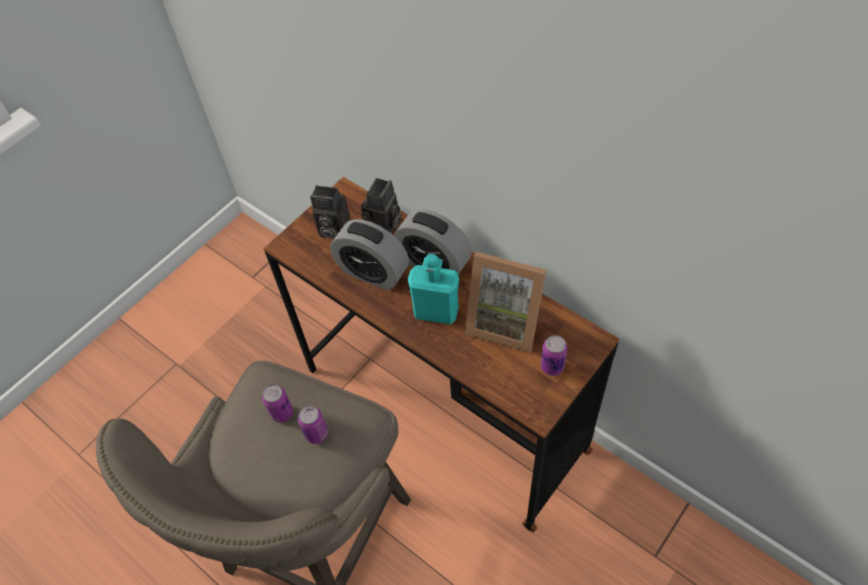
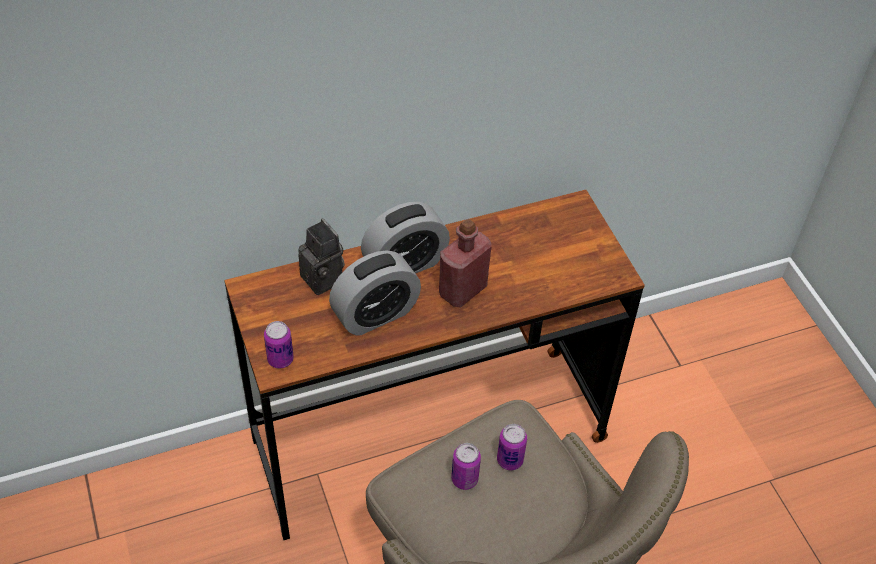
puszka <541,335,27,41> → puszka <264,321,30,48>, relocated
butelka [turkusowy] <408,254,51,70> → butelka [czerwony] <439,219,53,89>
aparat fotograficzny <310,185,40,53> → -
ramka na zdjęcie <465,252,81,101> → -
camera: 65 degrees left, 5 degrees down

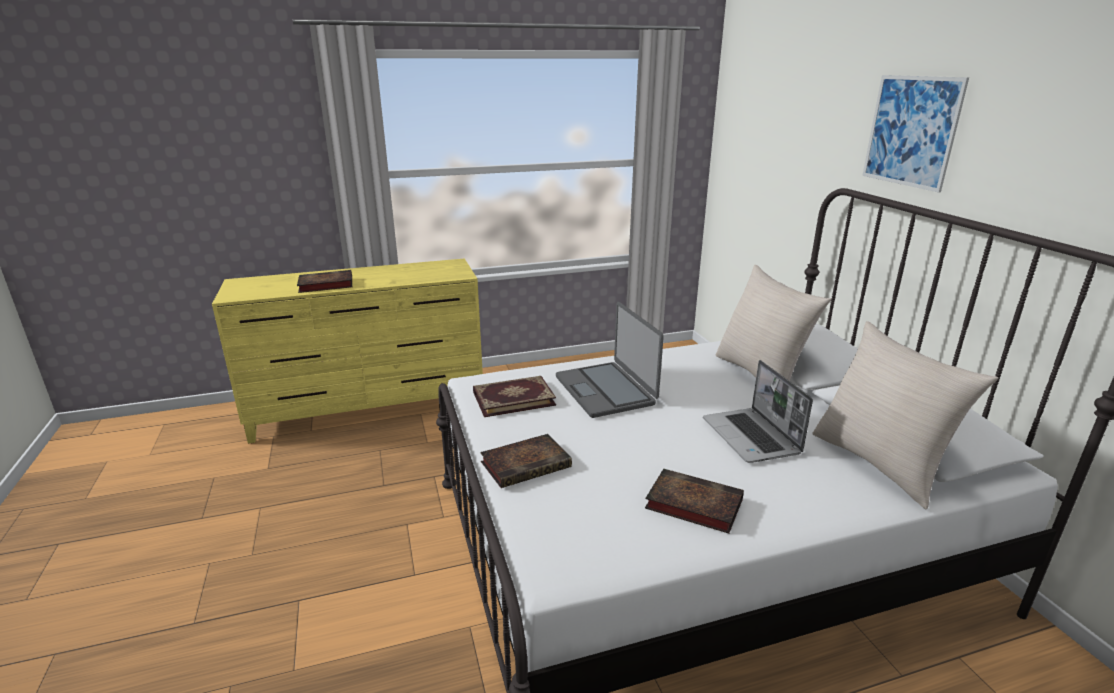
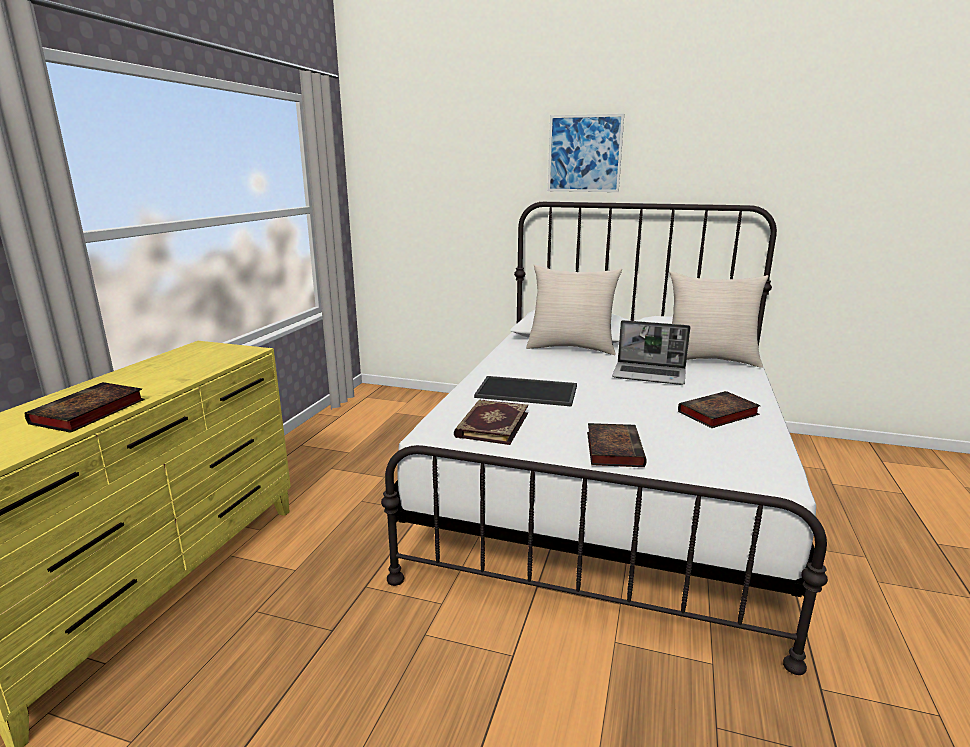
laptop <556,302,108,116> → taca <474,376,103,31>
camera: 55 degrees left, 5 degrees down

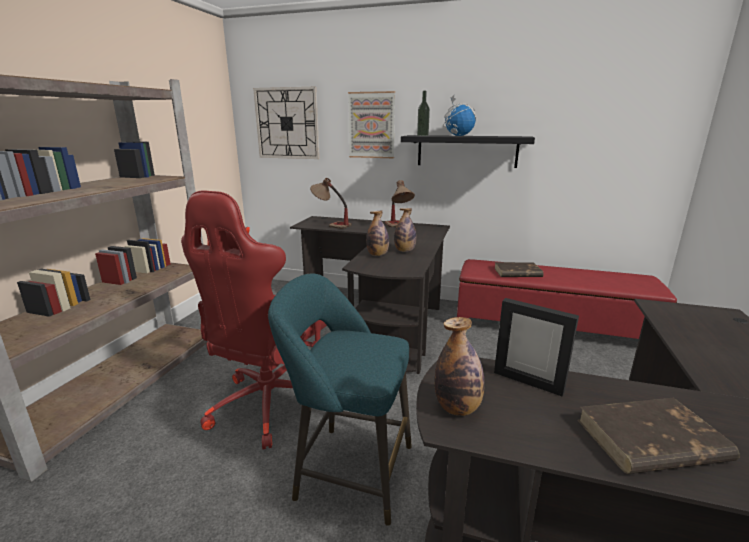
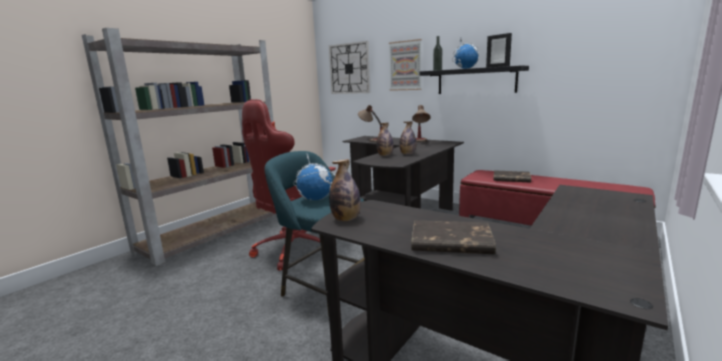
- → globus <293,153,40,48>
ramka na zdjęcie <494,298,85,99> → ramka na zdjęcie <486,33,26,35>, relocated
camera: 20 degrees right, 5 degrees down

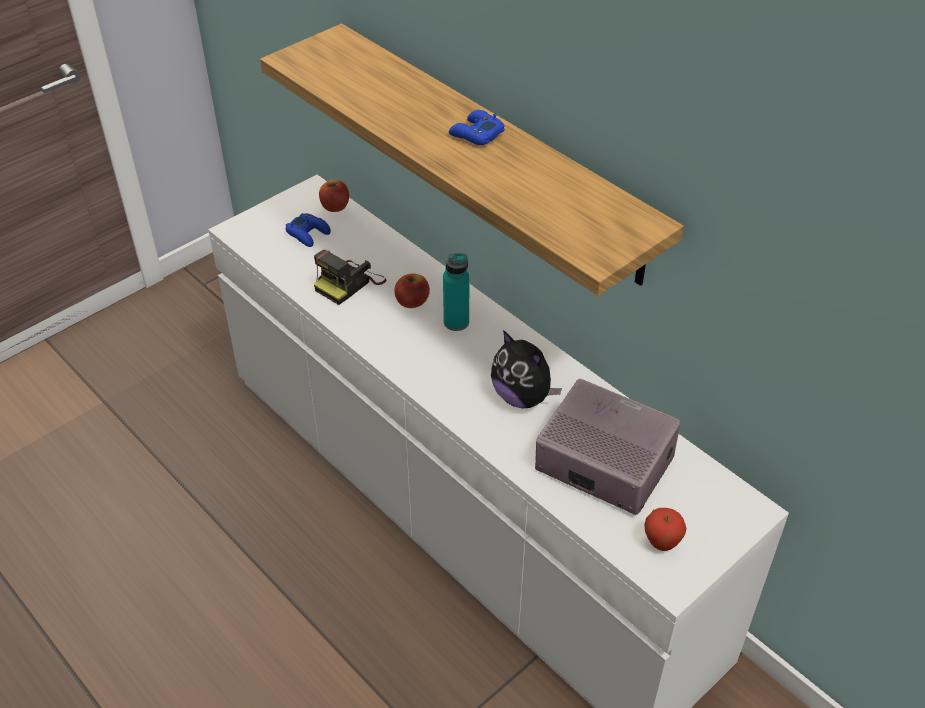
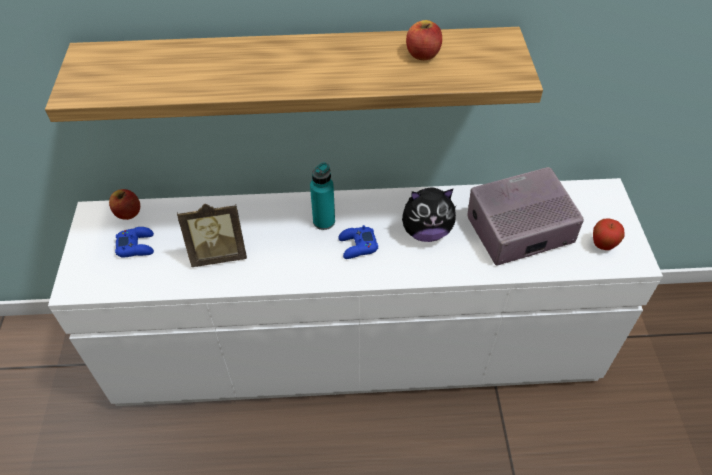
aparat fotograficzny <314,250,72,55> → ramka na zdjęcie <177,204,70,63>
pad do gier [niebieski] <449,110,56,35> → pad do gier [niebieski] <338,225,40,34>, relocated
jabłko <394,274,36,34> → jabłko <406,20,36,40>, relocated
camera: 50 degrees left, 5 degrees up

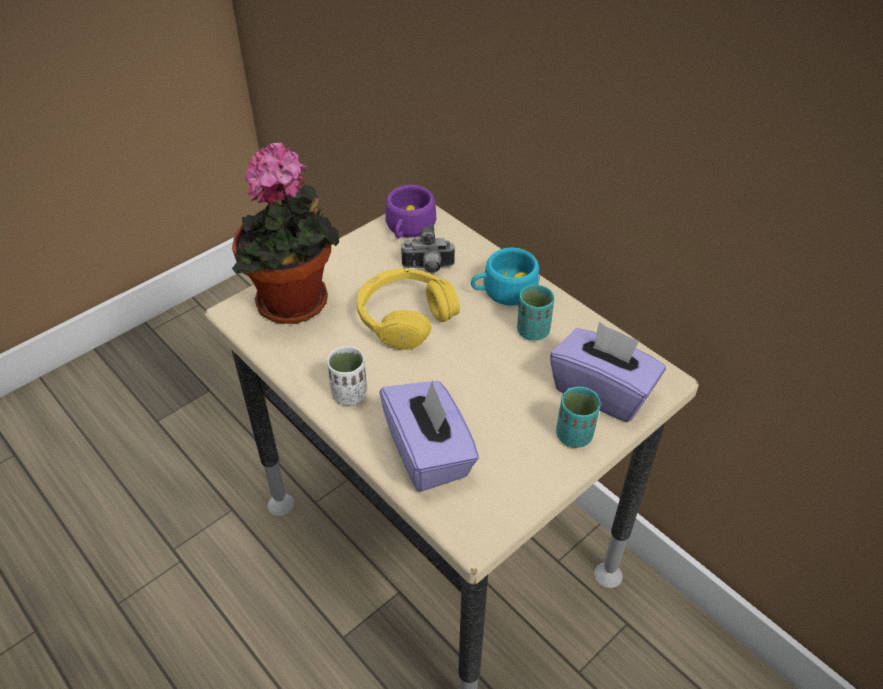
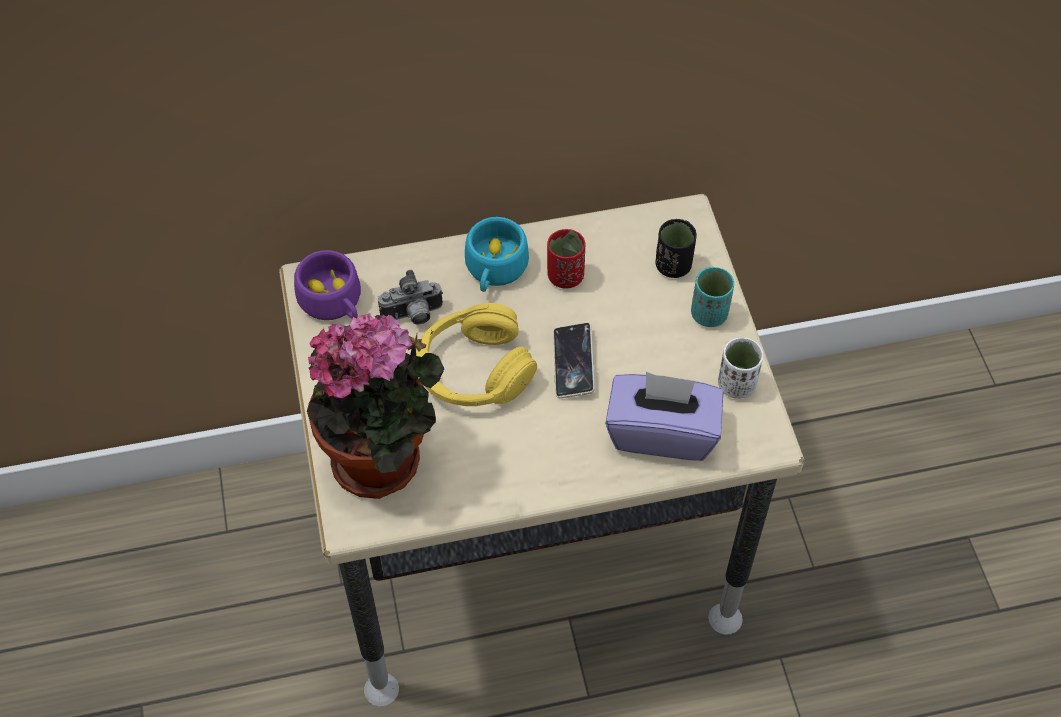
aparat fotograficzny <401,225,54,48> → aparat fotograficzny <378,270,65,55>, 45 degrees clockwise
filiżanka [turkusowy] <517,285,37,55> → filiżanka [czerwony] <547,229,38,59>
- → telefon <553,323,42,75>
pudełko chusteczek [fioletowy] <550,322,116,100> → filiżanka [czarny] <655,219,42,59>
filiżanka [biały] <327,346,40,59> → filiżanka [biały] <718,338,45,61>, relocated
camera: 60 degrees left, 10 degrees up

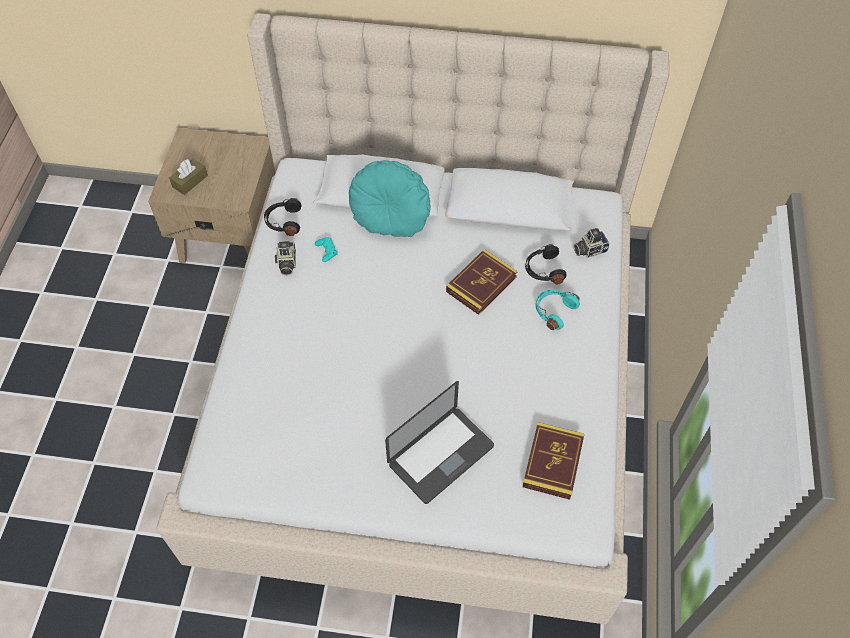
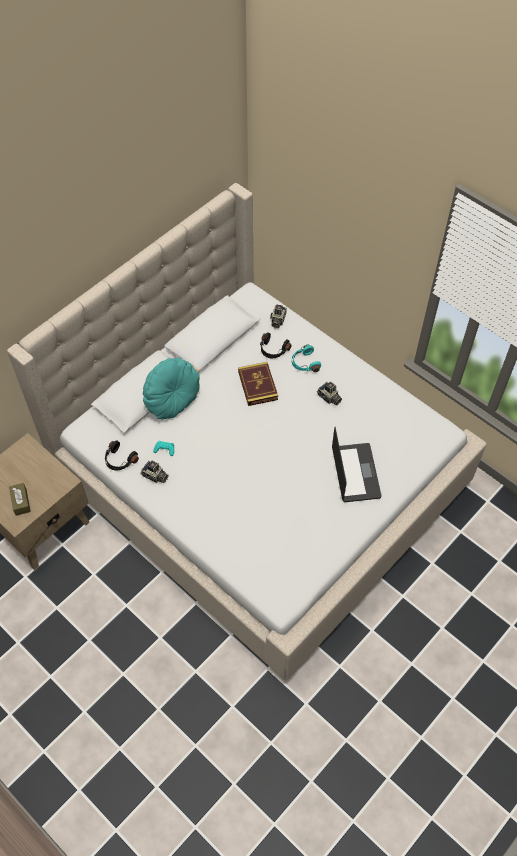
- → aparat fotograficzny <317,382,25,24>
książka <522,422,62,78> → -
camera: 55 degrees left, 0 degrees up

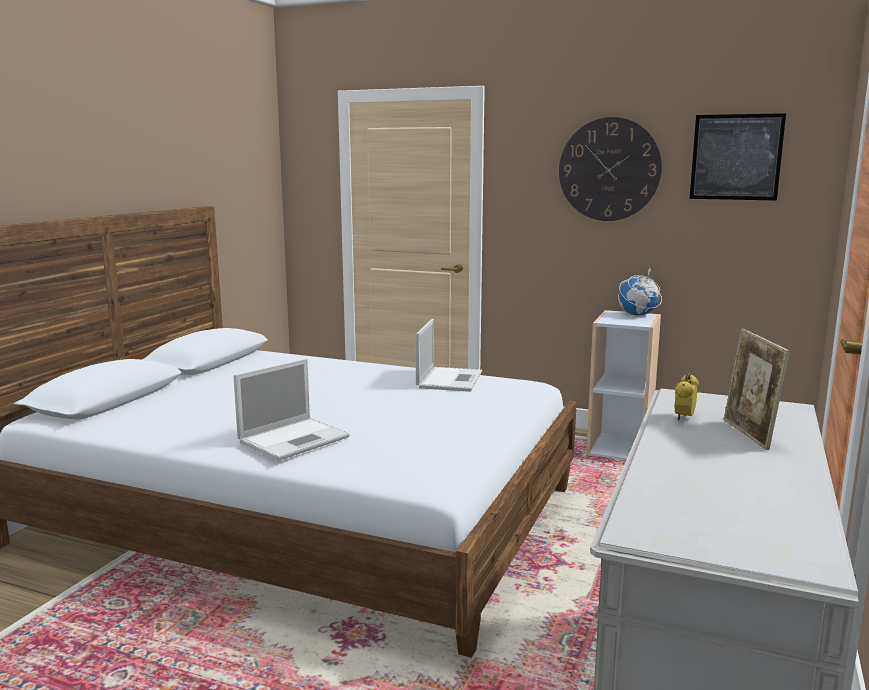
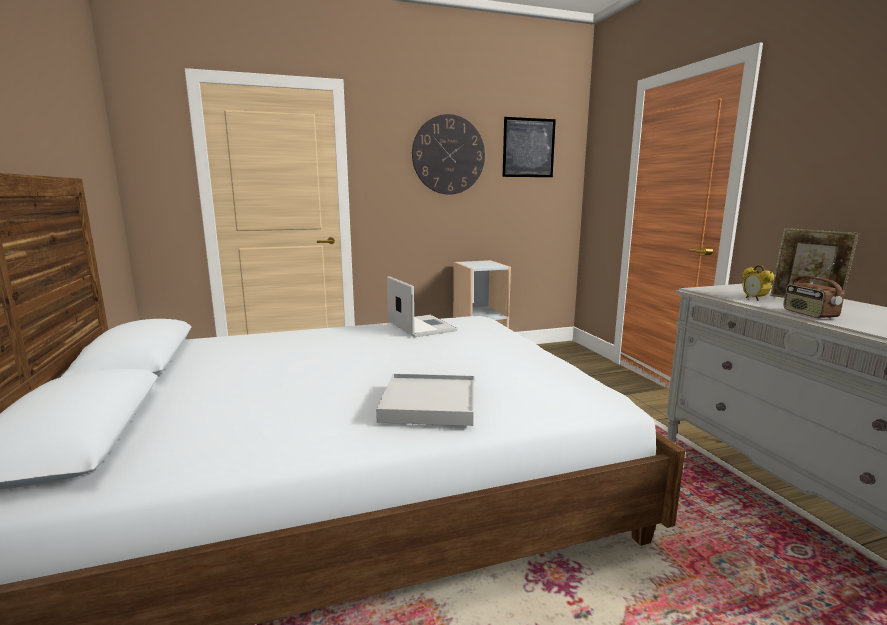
laptop <233,359,117,102> → taca [biały] <376,374,99,52>
- → radio <783,263,61,56>
globus <618,266,44,50> → -
camera: 40 degrees left, 0 degrees up

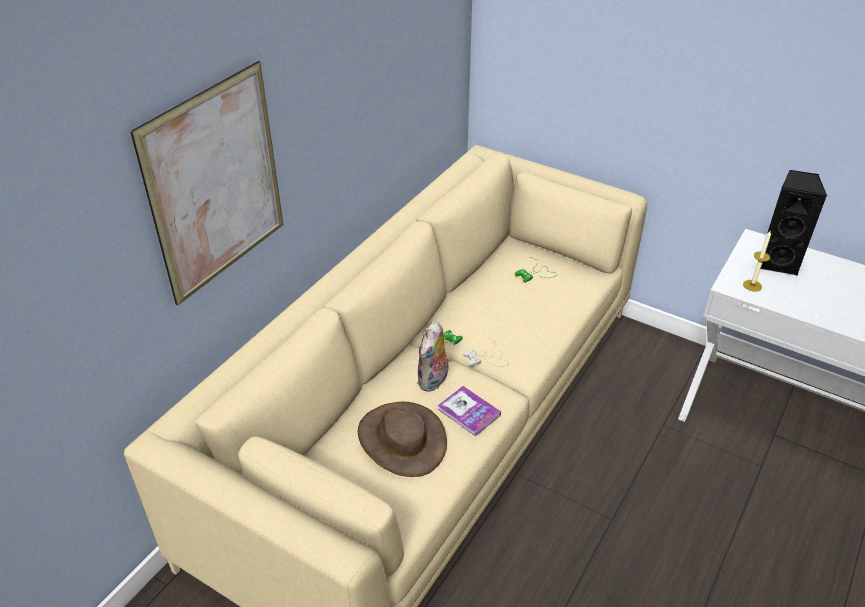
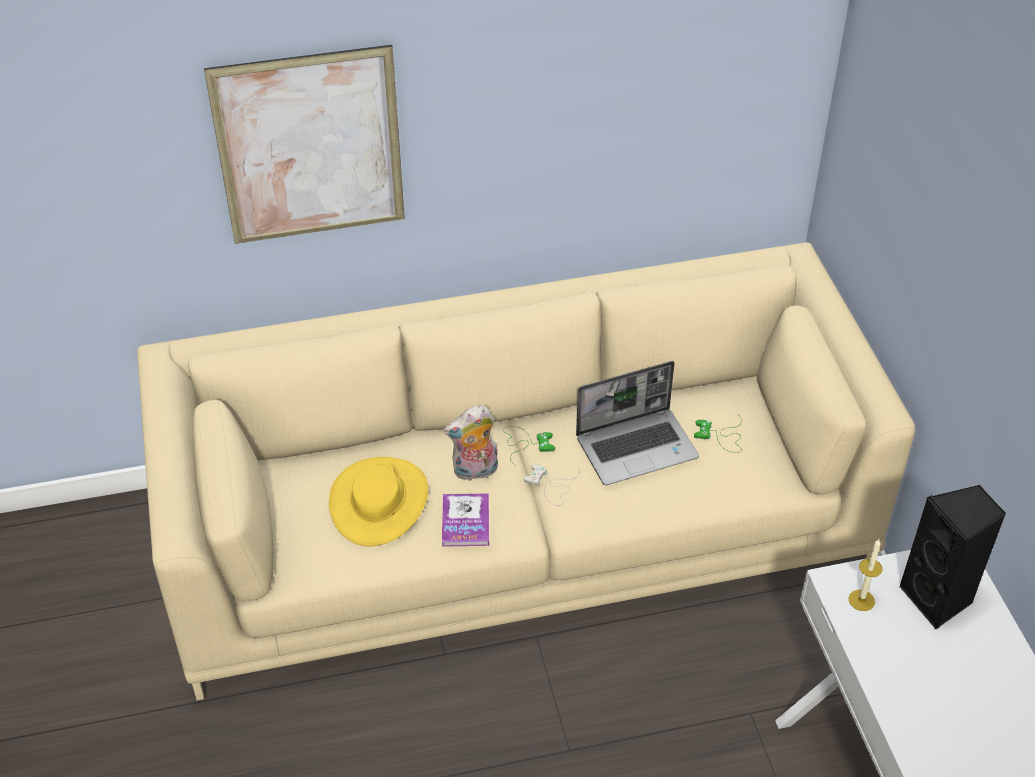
kapelusz [brązowy] <358,402,89,75> → kapelusz [żółty] <329,457,99,90>
- → laptop <576,361,123,124>
camera: 45 degrees right, 5 degrees up

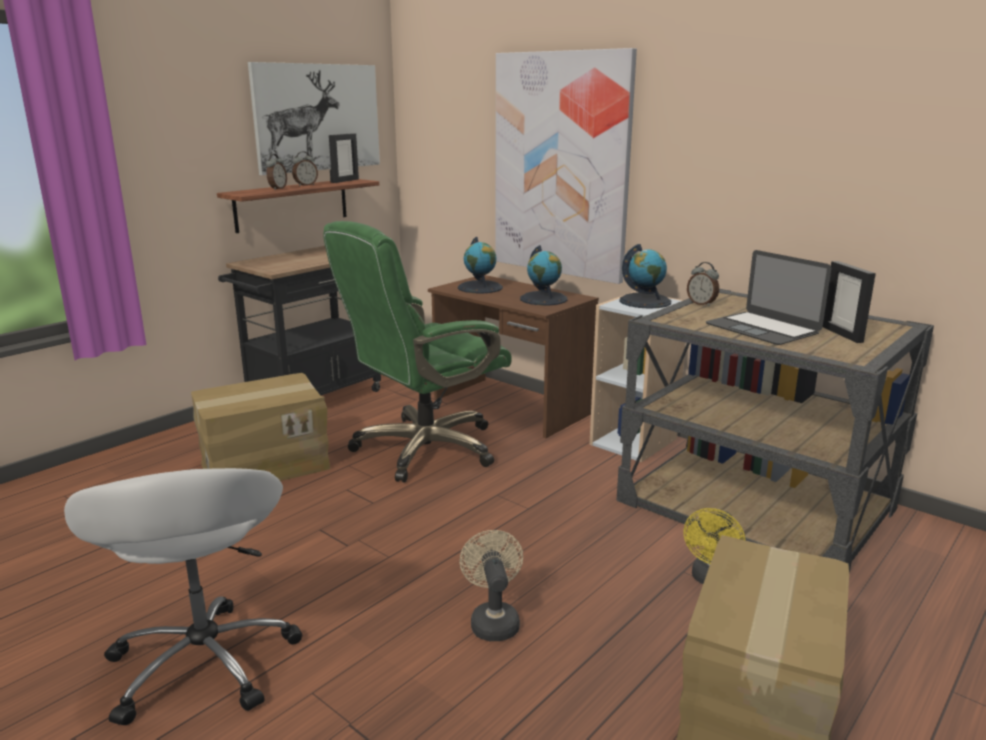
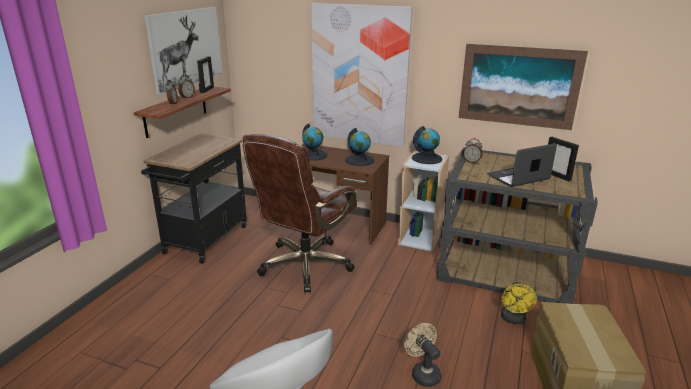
krzesło biurowe [zielony] <323,221,189,262> → krzesło biurowe [brązowy] <243,134,114,159>
- → obraz <459,44,129,86>
laptop <706,250,125,95> → laptop <487,143,70,44>, 120 degrees clockwise
karton <191,373,139,108> → -
camera: 20 degrees left, 5 degrees up

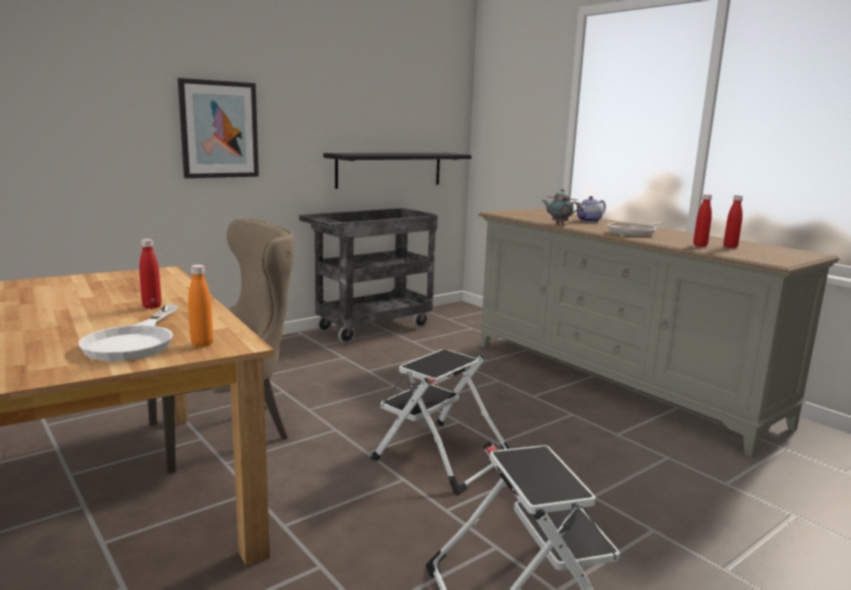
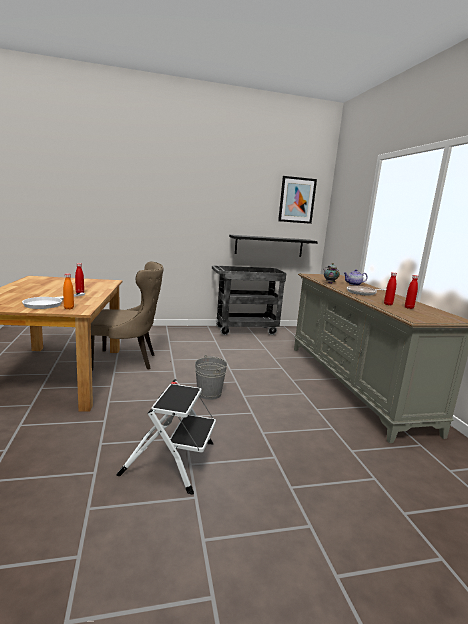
drabinka <370,349,140,146> → wiadro [szary] <195,355,33,45>
obraz <178,78,81,100> → obraz <278,176,39,48>, relocated
camera: 25 degrees right, 0 degrees up

